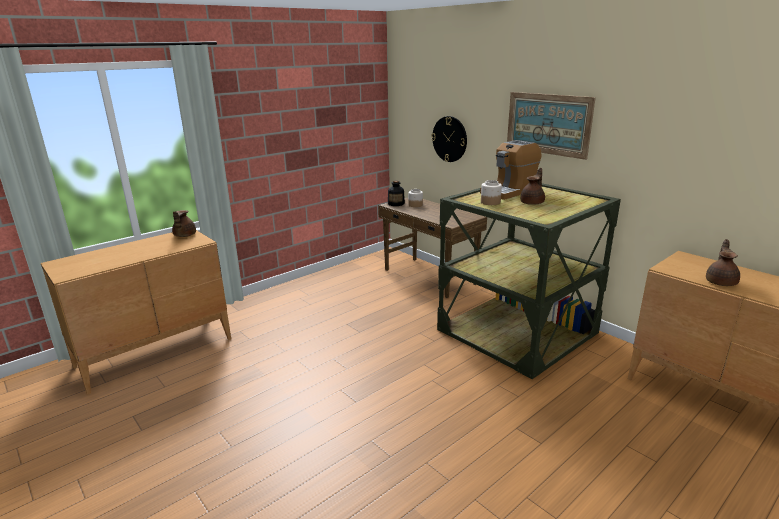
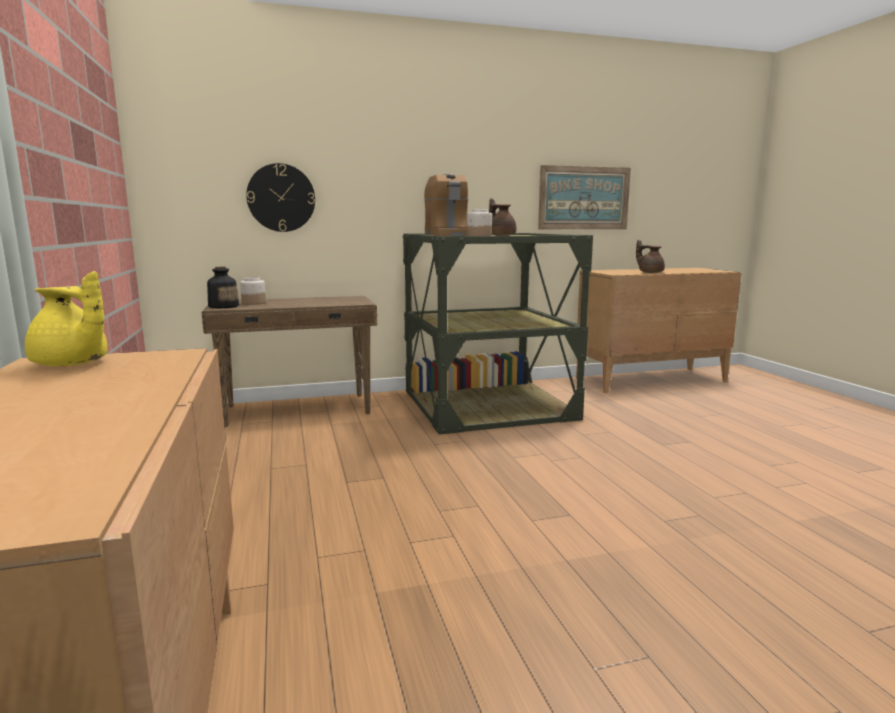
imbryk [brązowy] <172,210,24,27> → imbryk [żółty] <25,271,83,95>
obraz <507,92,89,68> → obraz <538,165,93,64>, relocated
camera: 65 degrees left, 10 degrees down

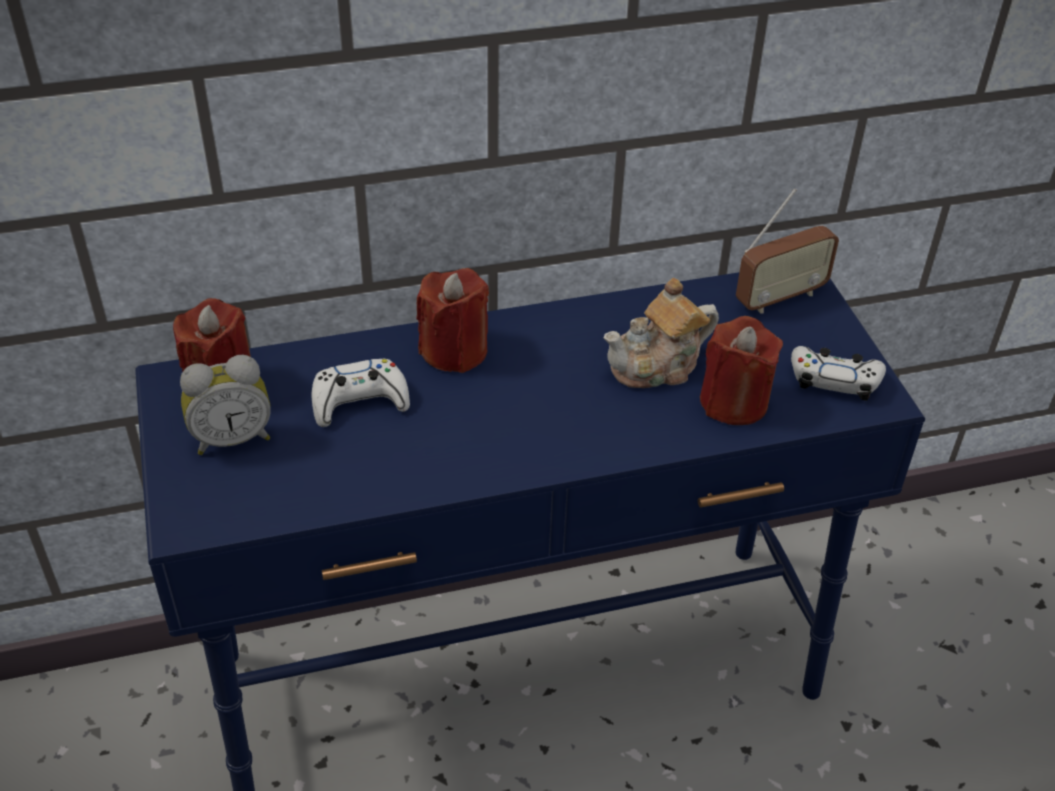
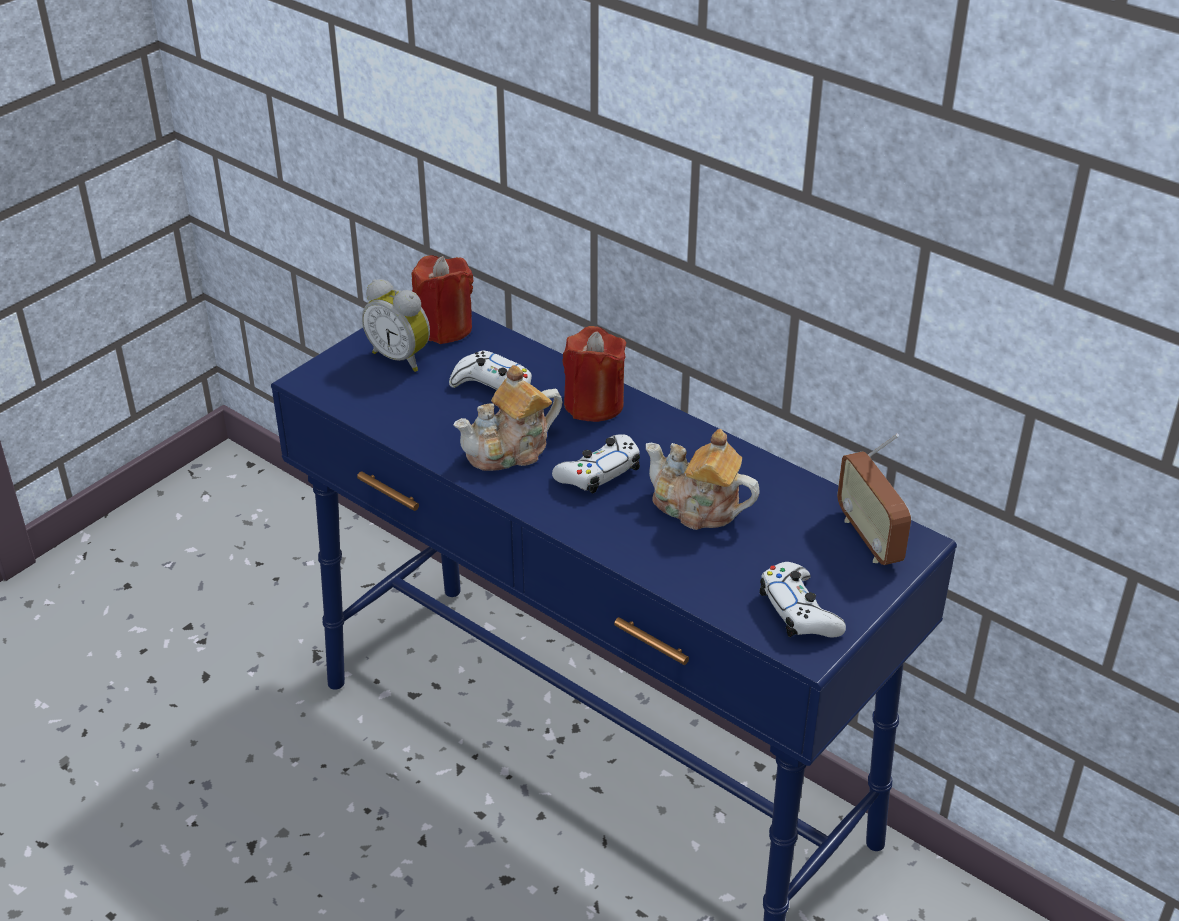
- → imbryk <454,365,108,106>
- → pad do gier [biały] <552,434,88,59>
radio <736,188,103,126> → radio <837,434,74,131>, 45 degrees clockwise
świeca [czerwony] <700,316,83,109> → -
camera: 55 degrees right, 5 degrees down

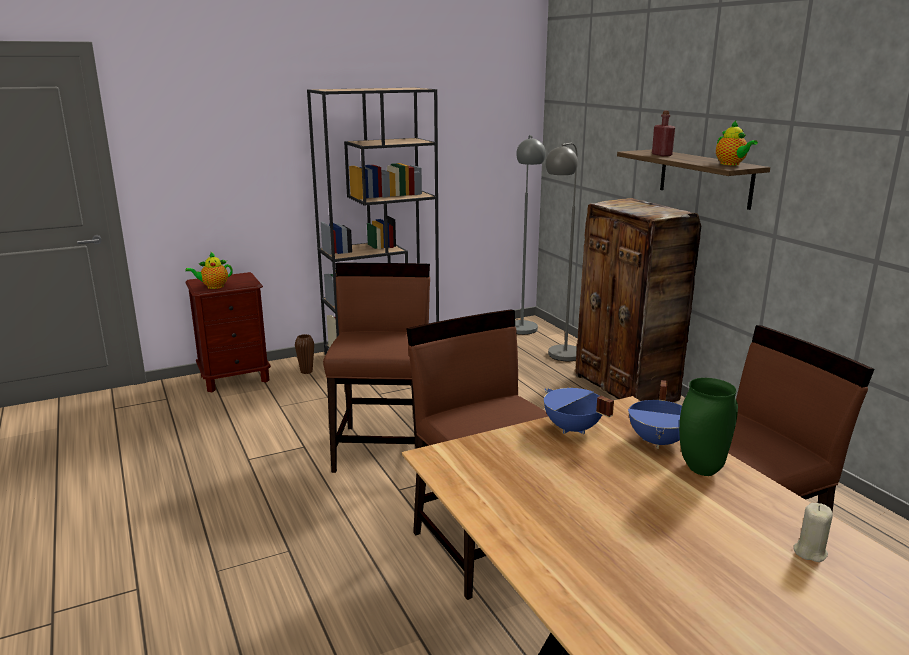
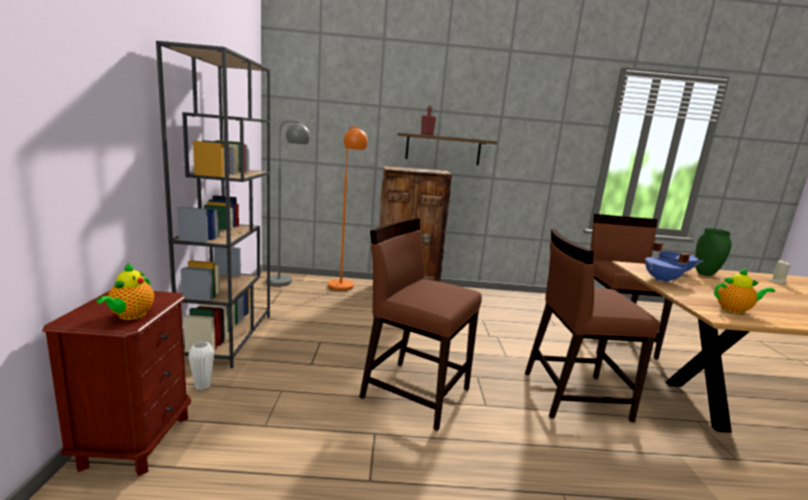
wazon [brązowy] <295,334,19,40> → wazon [biały] <188,342,26,48>
lampa stojąca [szary] <546,143,32,218> → lampa stojąca [pomarańczowy] <328,126,40,165>
imbryk <716,121,42,44> → imbryk <714,268,61,46>, relocated
camera: 65 degrees left, 5 degrees down

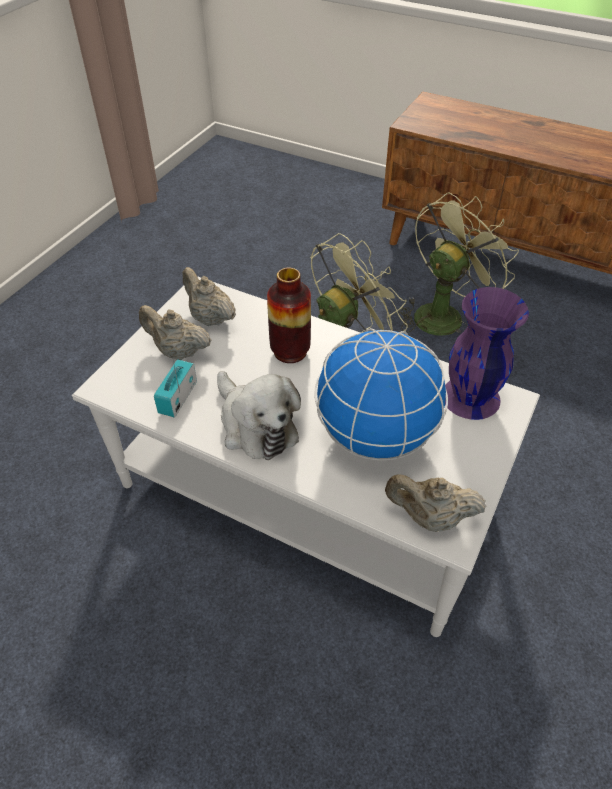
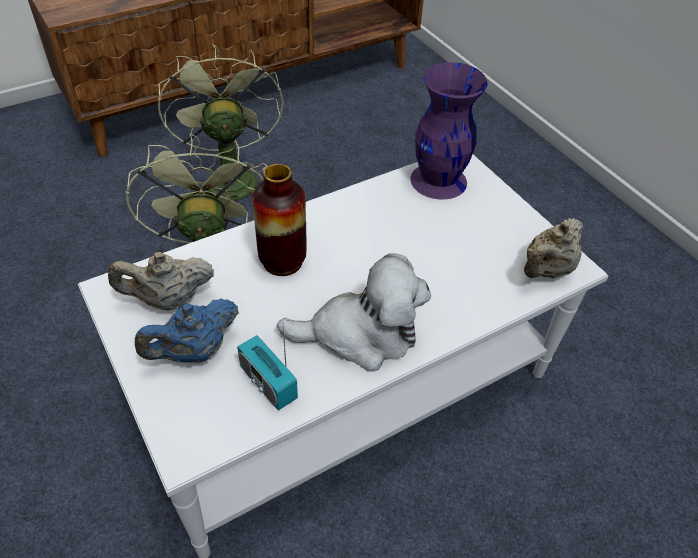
imbryk [beżowy] <139,305,72,55> → imbryk [niebieski] <135,298,104,66>
globus <315,328,133,132> → -
camera: 60 degrees left, 0 degrees up

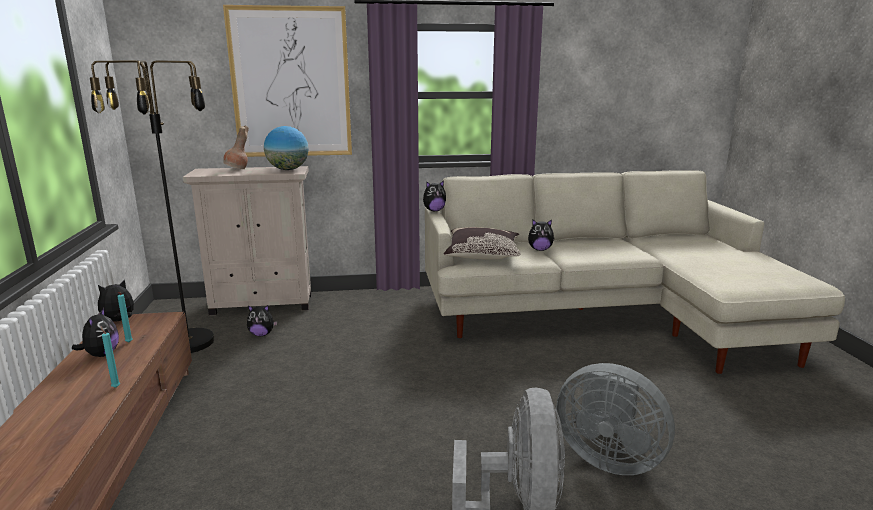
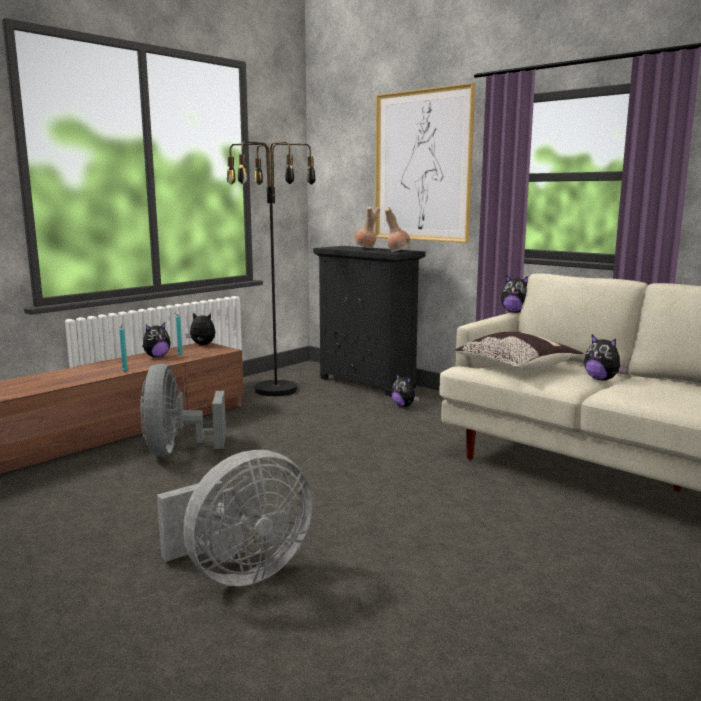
wentylator [szary] <556,363,119,112> → wentylator [szary] <140,364,86,92>, relocated
szafka [beżowy] <183,166,128,149> → szafka [czarny] <313,246,113,151>
globus <264,126,45,44> → wazon [brązowy] <385,207,26,45>
pluszak <247,305,31,31> → pluszak <391,373,28,34>, relocated
camera: 50 degrees right, 5 degrees down

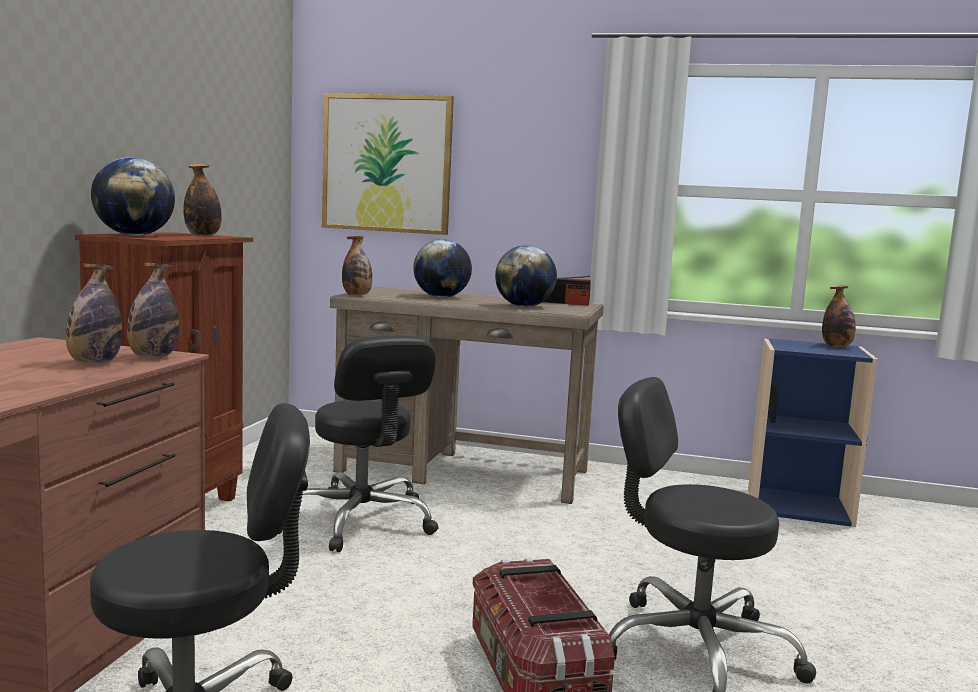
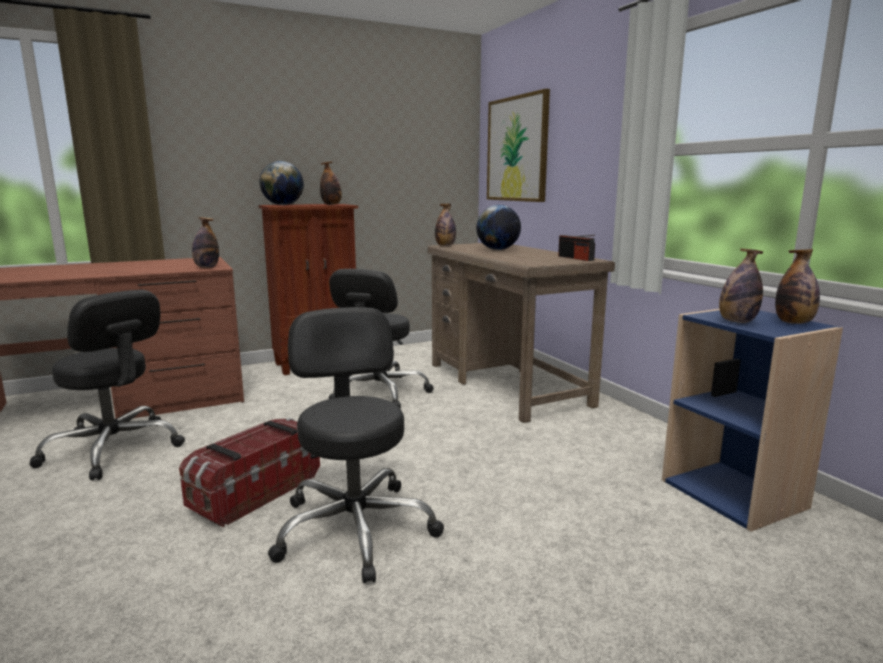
butelka <66,263,56,101> → butelka <719,248,44,75>, relocated
globus <495,245,62,62> → -
camera: 50 degrees right, 5 degrees up

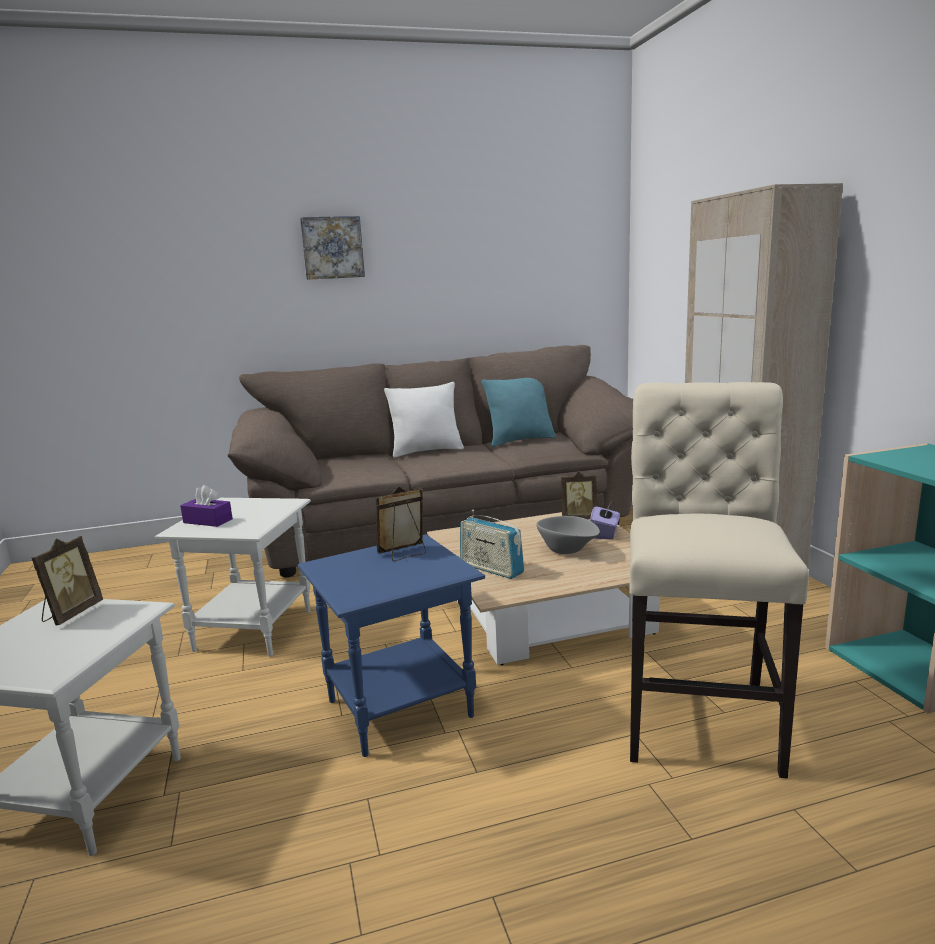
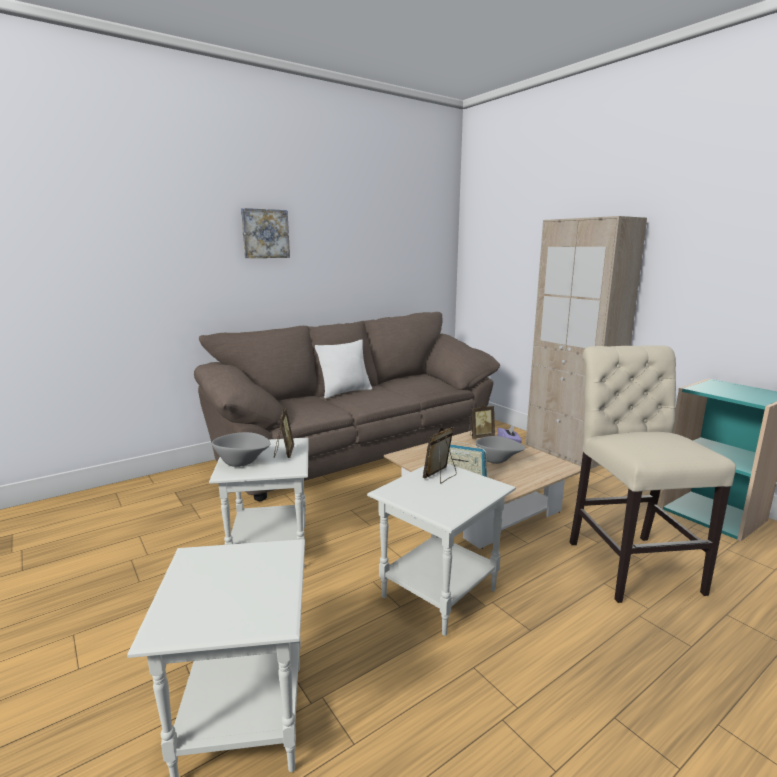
pudełko chusteczek [fioletowy] <180,485,53,42> → miska [szary] <212,432,59,35>
ramka na zdjęcie <32,536,71,89> → ramka na zdjęcie <274,408,20,50>, relocated
stolik [niebieski] <298,535,187,222> → stolik [biały] <367,464,149,172>
poduszka [turkusowy] <482,378,74,69> → -
camera: 20 degrees left, 0 degrees up

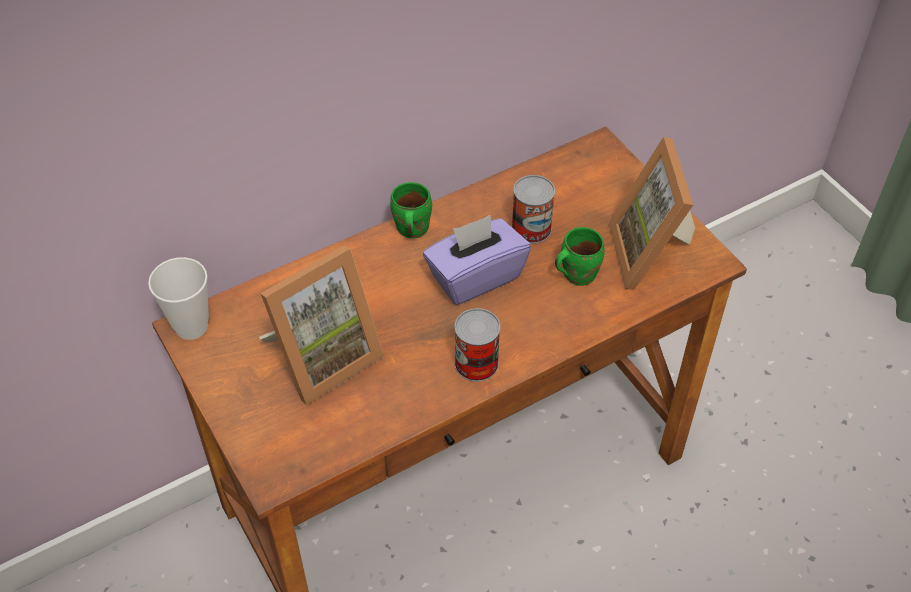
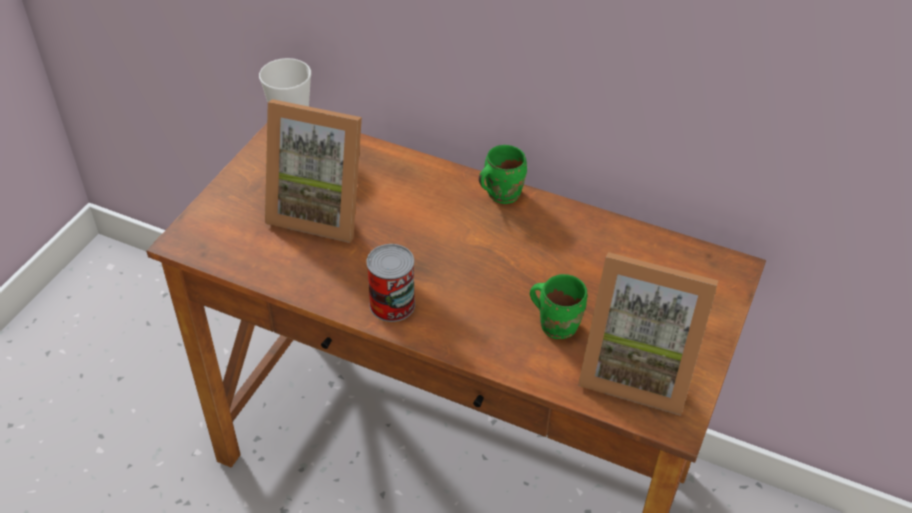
ramka na zdjęcie <609,137,86,153> → ramka na zdjęcie <578,252,140,164>, 120 degrees counterclockwise
pudełko chusteczek [fioletowy] <423,215,108,90> → -
puszka <511,175,44,69> → -
camera: 55 degrees right, 5 degrees down

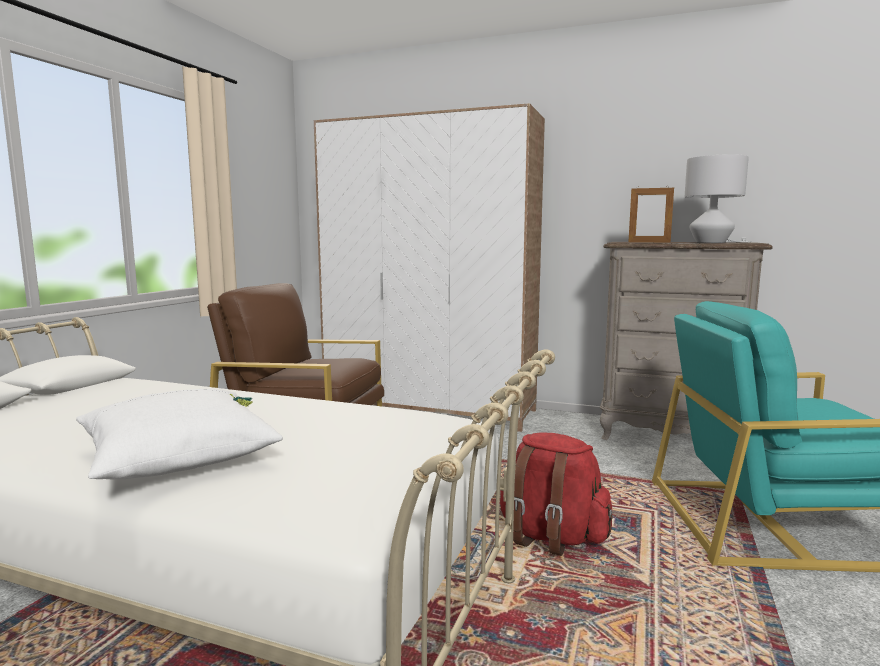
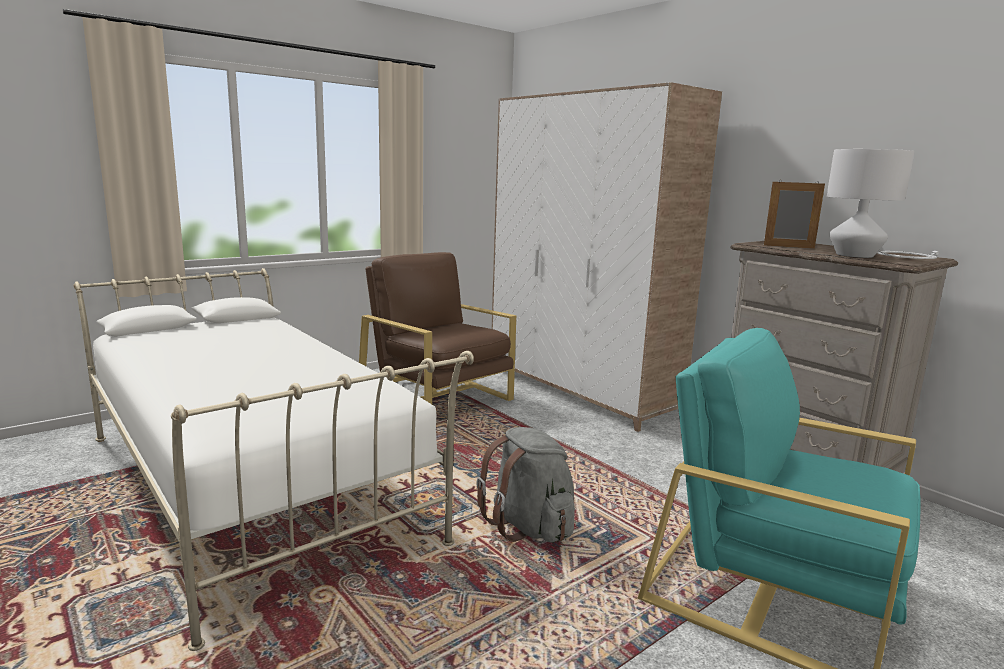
plecak [czerwony] <500,432,113,124> → plecak [szary] <476,427,99,115>
ramka na zdjęcie <629,187,45,55> → ramka na zdjęcie <764,181,61,68>, 150 degrees clockwise
poduszka [biały] <76,389,207,91> → -
camera: 30 degrees right, 5 degrees up

